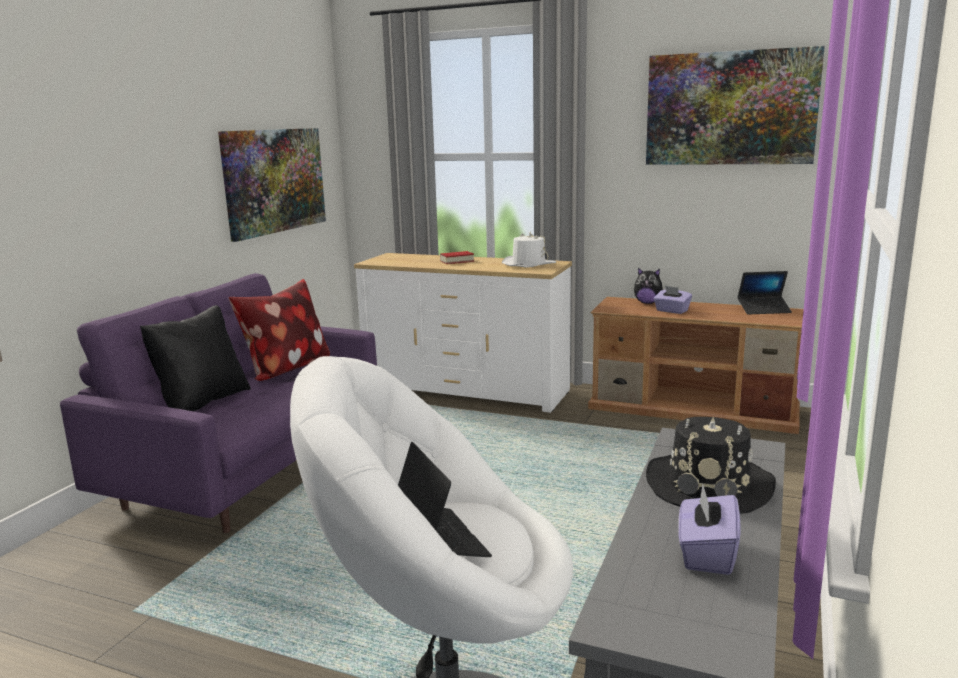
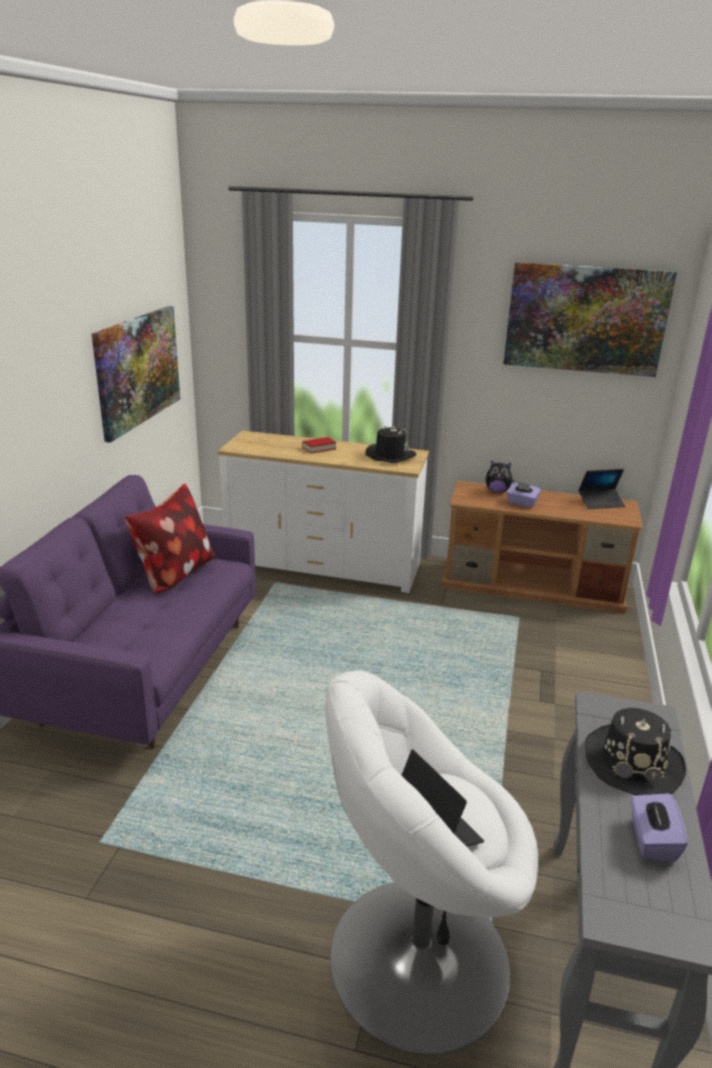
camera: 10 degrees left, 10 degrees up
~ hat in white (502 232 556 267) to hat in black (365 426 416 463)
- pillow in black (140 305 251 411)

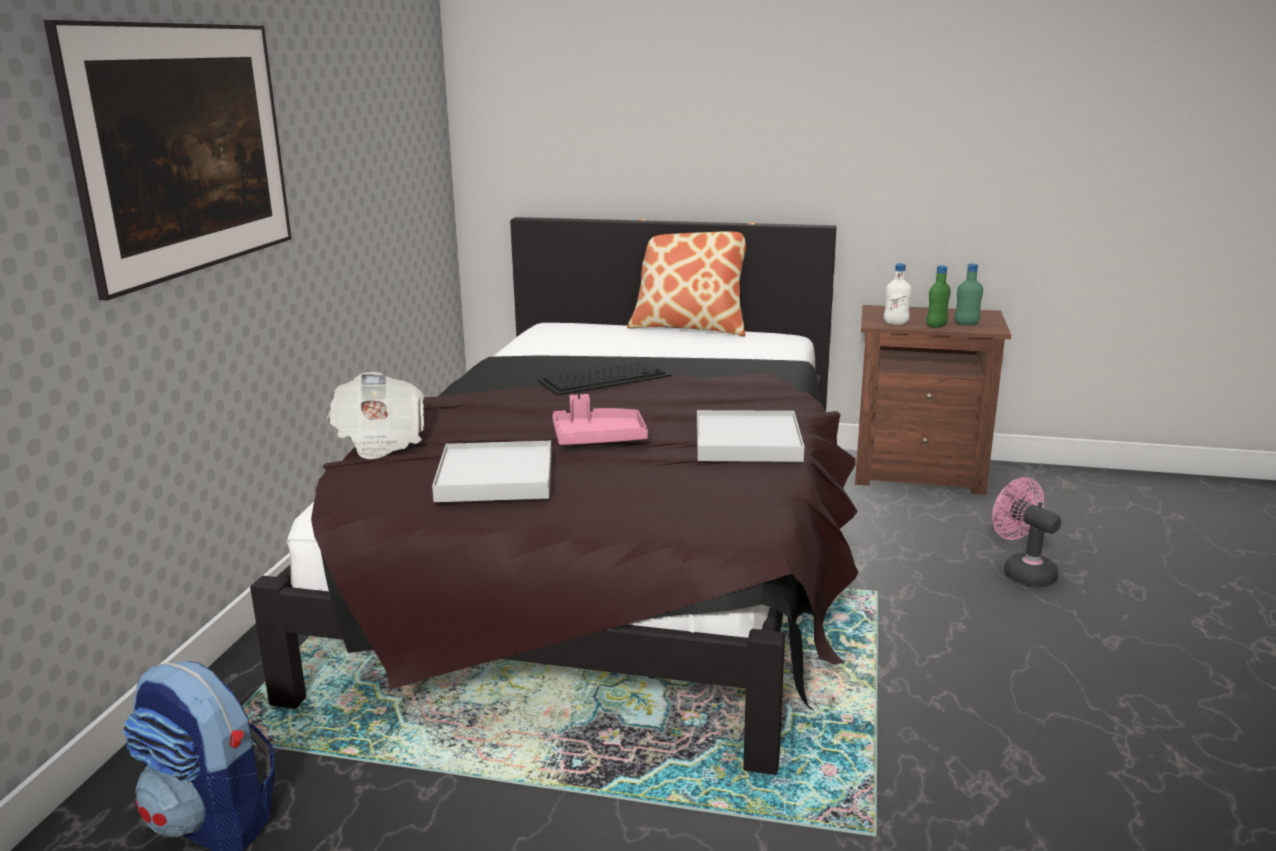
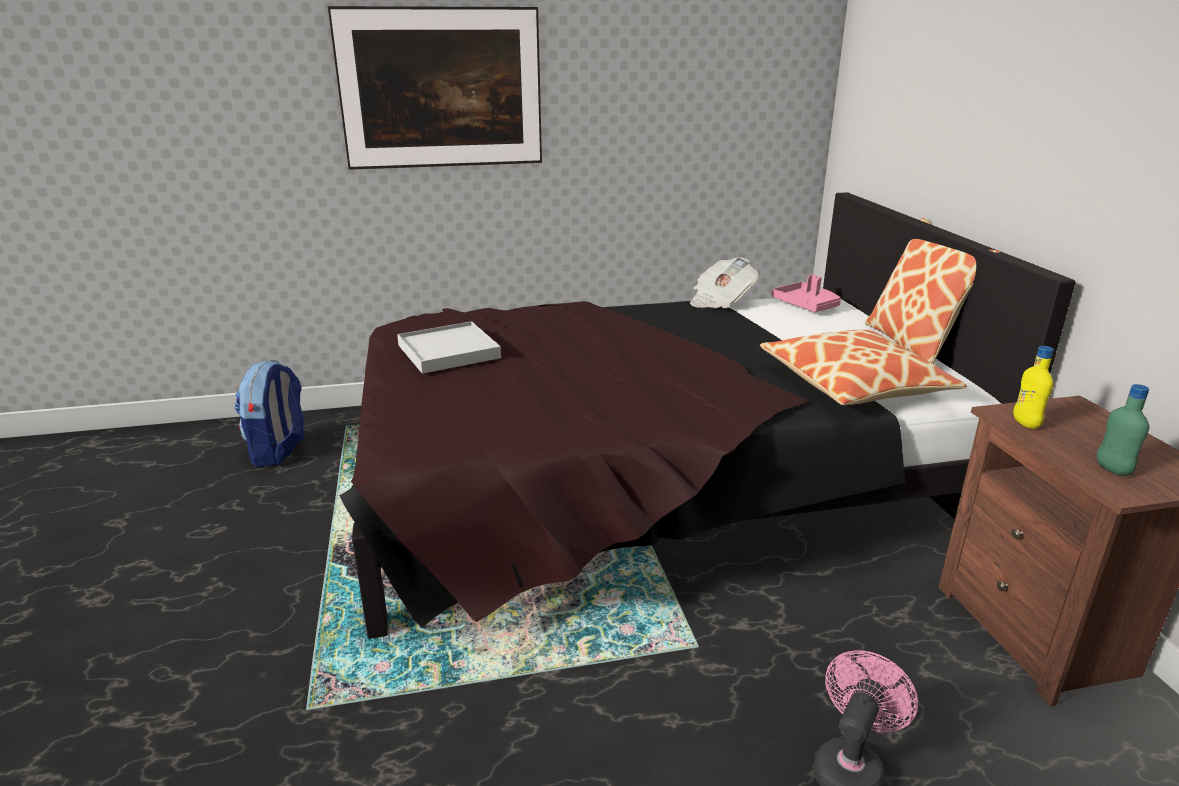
camera: 65 degrees right, 5 degrees up
~ newspaper (327 372 424 459) to (690 257 758 308)
+ pillow (760 329 967 405)
~ tray in pink (552 394 648 445) to (771 274 841 312)
~ bottle in white (884 263 912 325) to bottle in yellow (1013 346 1054 429)
- keyboard (537 361 672 395)
- tray in white (697 410 805 462)
- bottle in green (926 265 951 328)

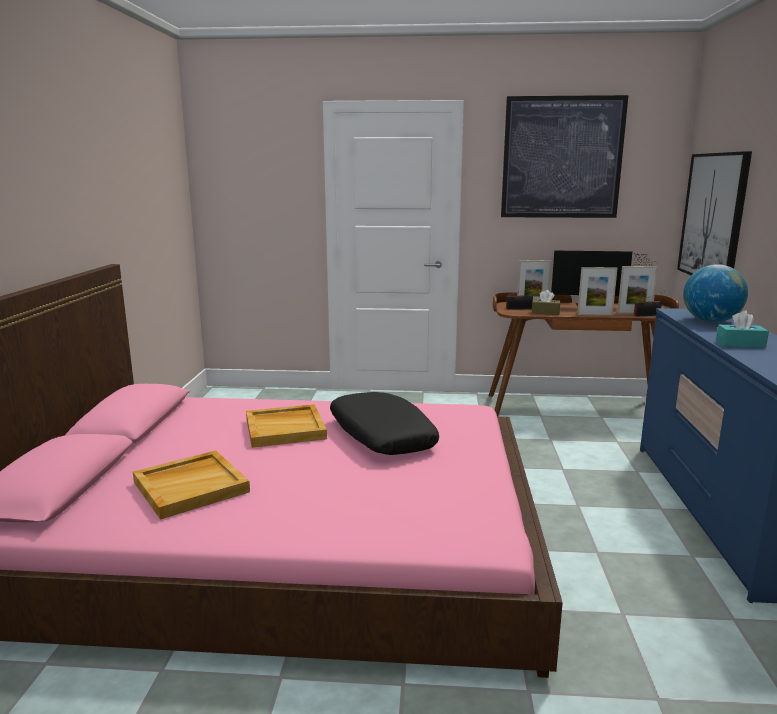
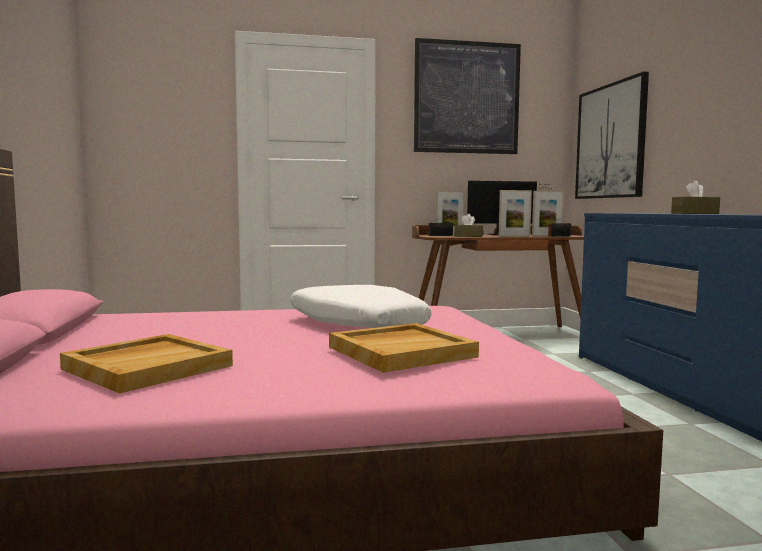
camera: 15 degrees left, 10 degrees down
~ pillow in black (330 392 439 455) to pillow in white (290 285 432 328)
~ tray in beige (246 404 327 448) to (329 323 479 373)
~ tissue box in turquoise (716 310 769 348) to tissue box in brown (671 181 720 214)
- globe (683 264 748 323)

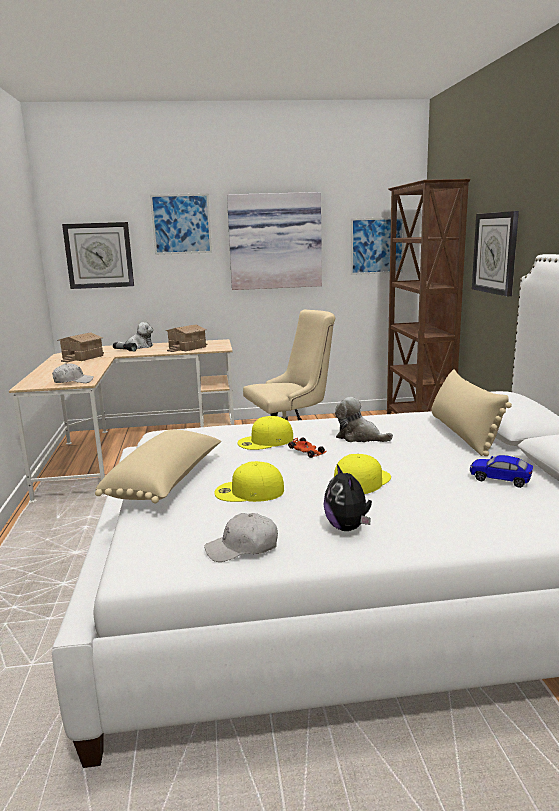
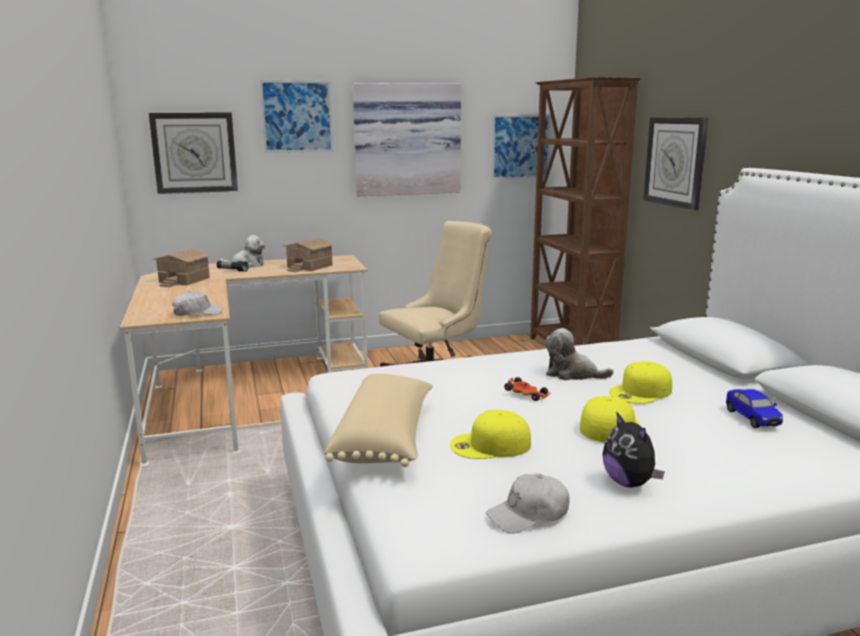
camera: 10 degrees left, 0 degrees up
~ cap in yellow (237 416 293 450) to (609 361 672 404)
~ toy car (470 455 533 488) = (726 389 783 428) 120 degrees counterclockwise
- pillow in beige (431 369 512 456)

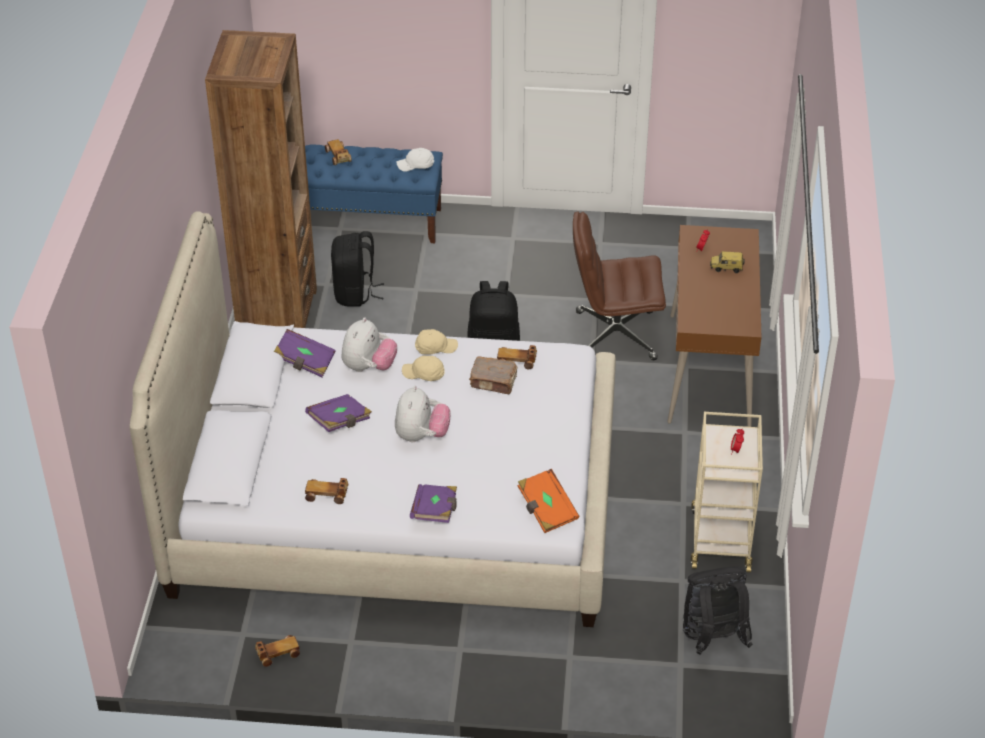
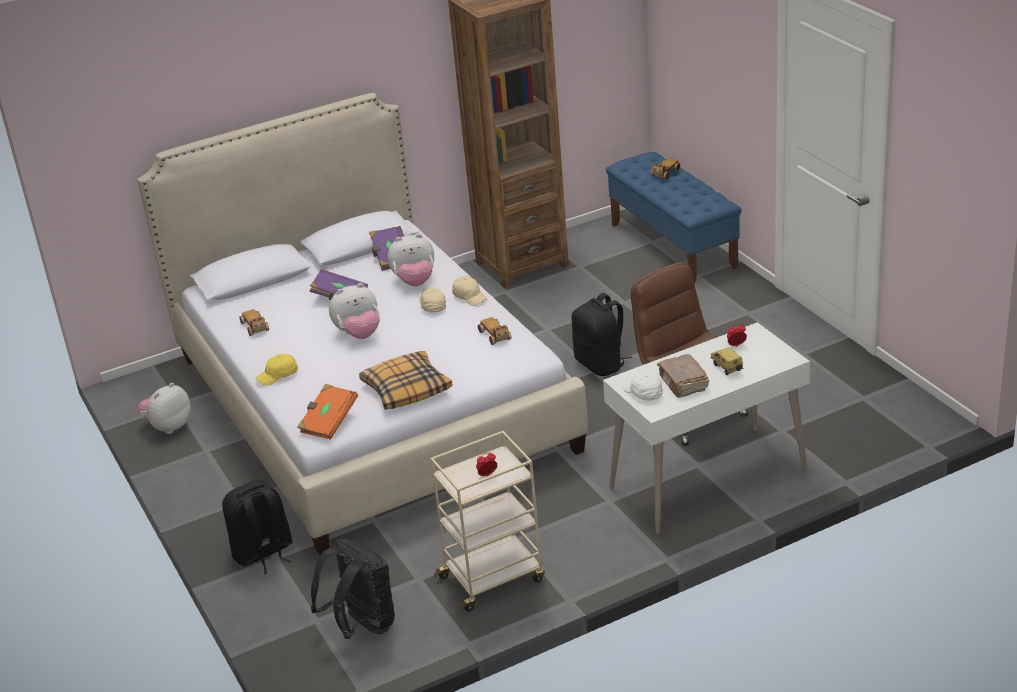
camera: 60 degrees right, 10 degrees down
~ toy car (255 635 300 667) to plush toy (137 382 191 434)
~ backpack in black (331 231 384 307) to (222 480 293 574)
~ book in purple (410 484 457 523) to cap in yellow (255 354 298 385)
+ pillow (359 351 452 410)
~ desk in brown (667 225 761 427) to desk in white (603 322 810 535)
~ cap in white (396 148 434 172) to (622 372 663 401)
~ book in brown (469 356 518 394) to (657 354 709 398)

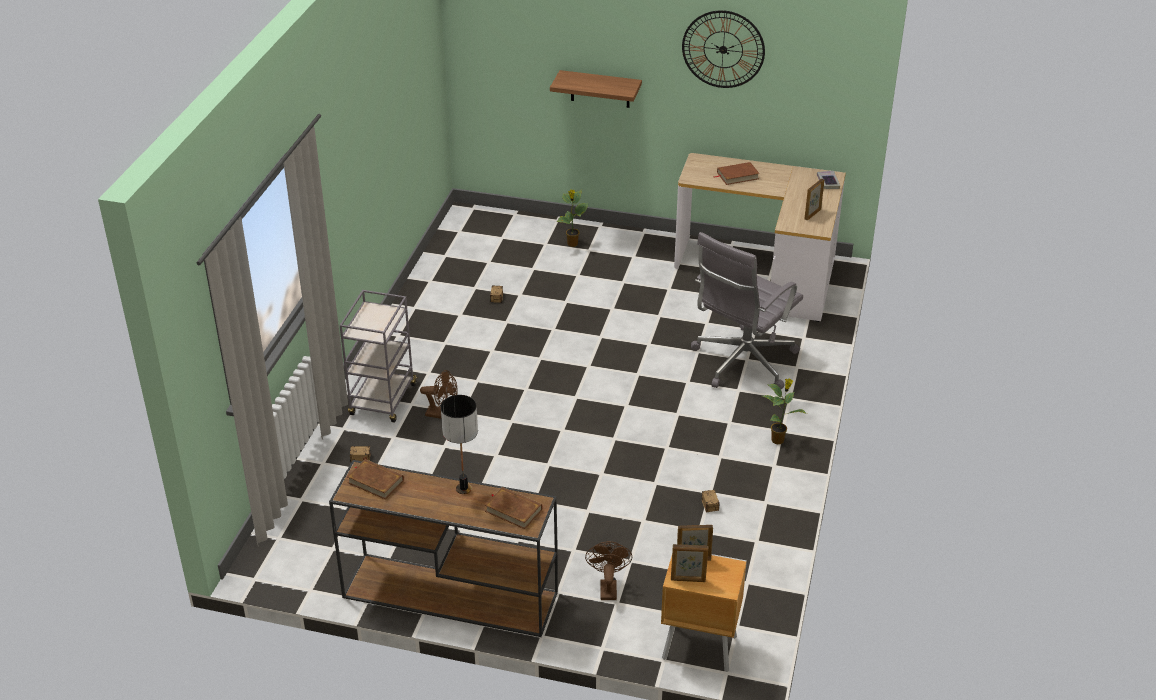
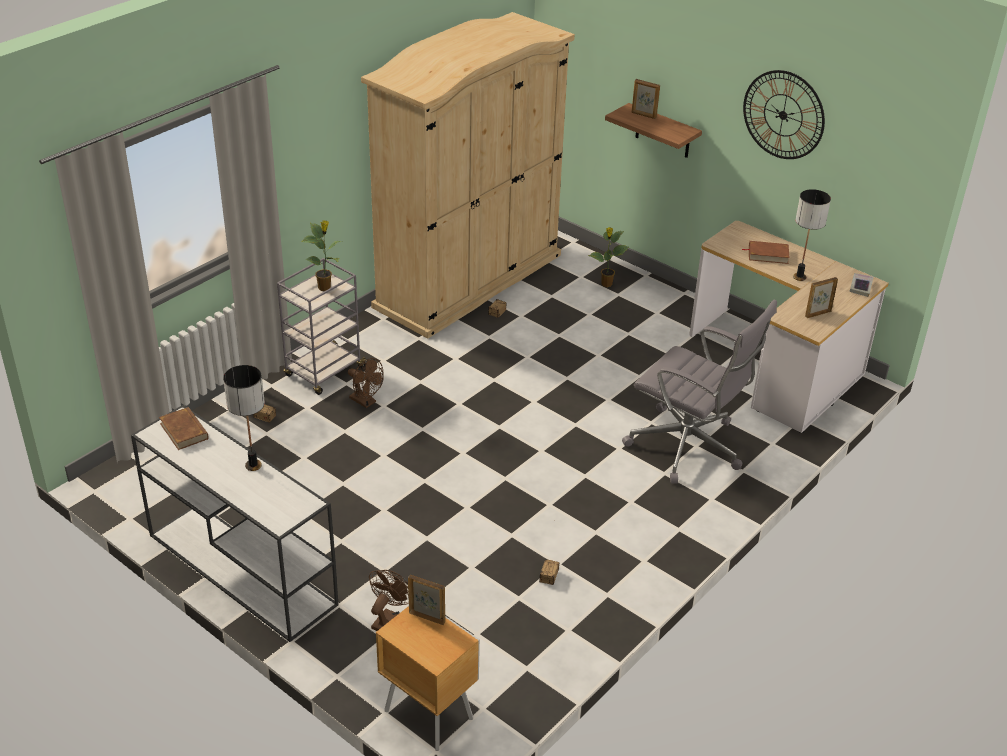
camera: 25 degrees right, 0 degrees up
~ console table in brown (329 460 558 637) to console table in white (131 405 338 642)
~ potted plant (762 378 807 445) to (302 220 341 291)
+ wardrobe in beige (361 12 575 339)
~ office chair in grey (691 232 803 389) = (622 300 777 484) 120 degrees counterclockwise
~ picture frame (671 544 708 582) to (632 79 660 119)
+ table lamp (793 189 831 281)
- book in brown (485 487 542 529)

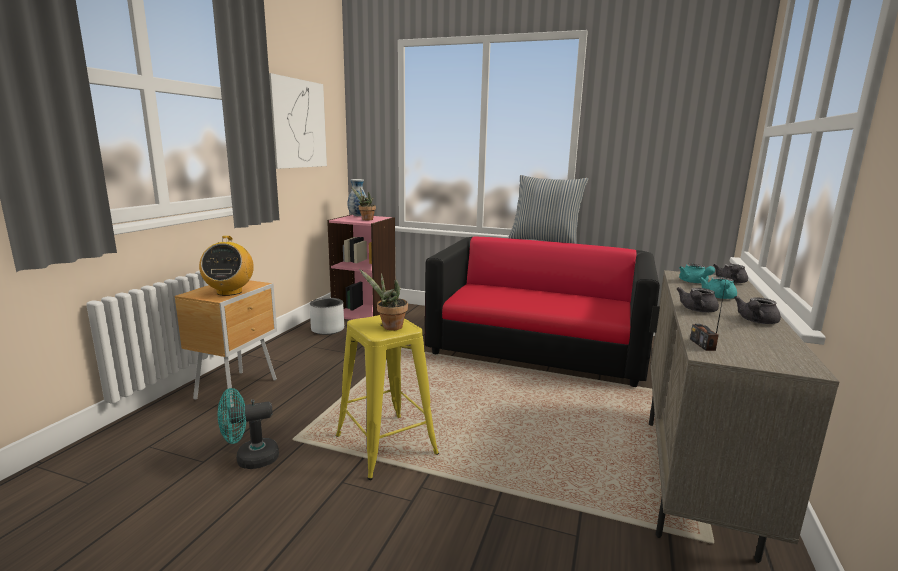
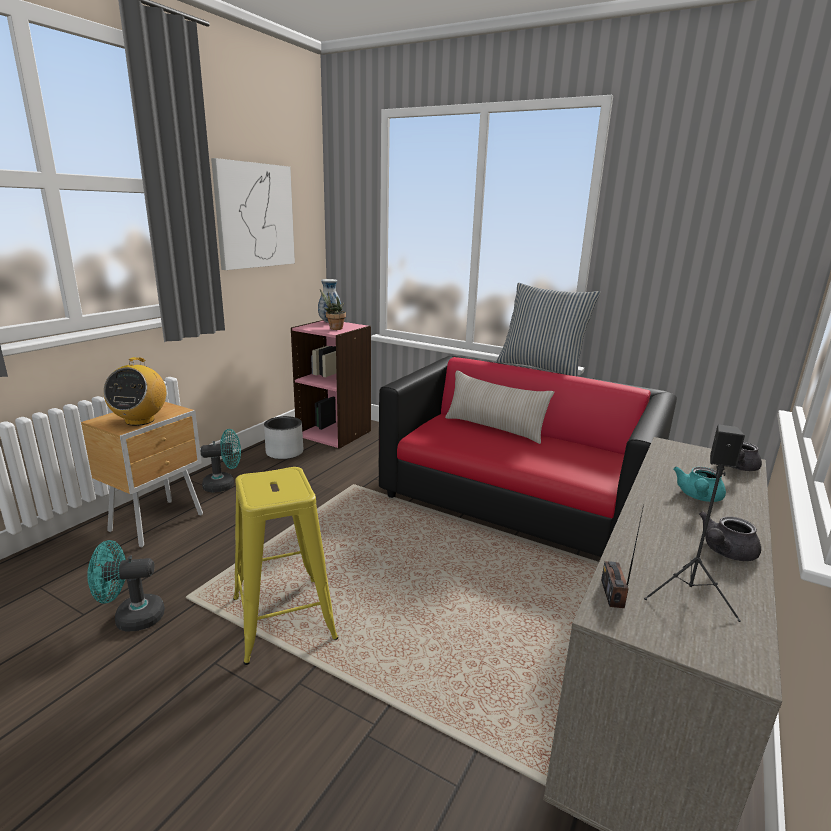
camera: 10 degrees right, 5 degrees up
+ fan in turquoise (200 429 241 492)
+ pillow in beige (445 370 554 444)
+ speaker in black (644 424 745 622)
- potted plant (359 269 408 330)
- teapot in grey (677 287 719 313)
- teapot in turquoise (679 264 715 283)

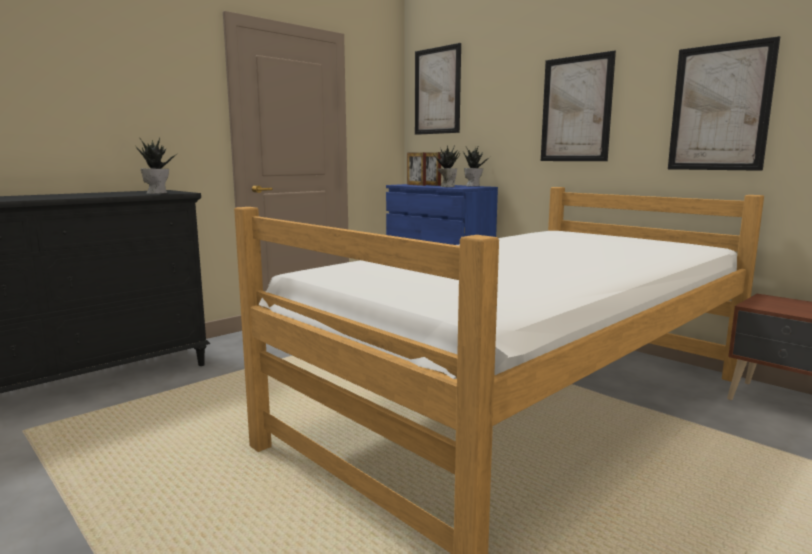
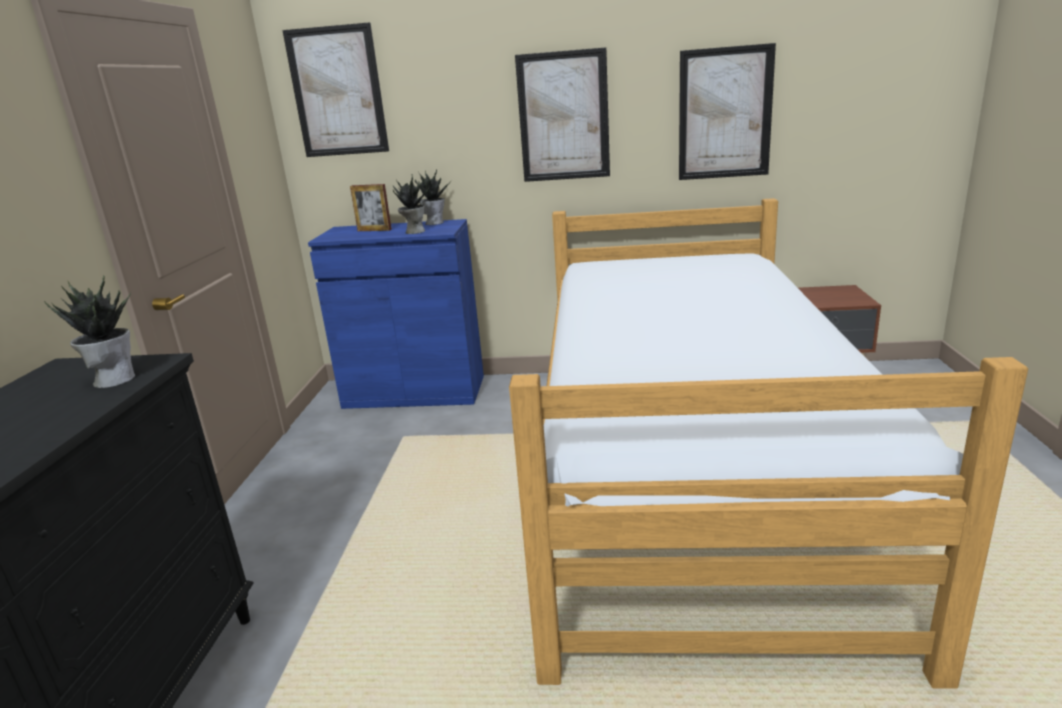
camera: 40 degrees left, 10 degrees up
- picture frame (407 152 426 186)

